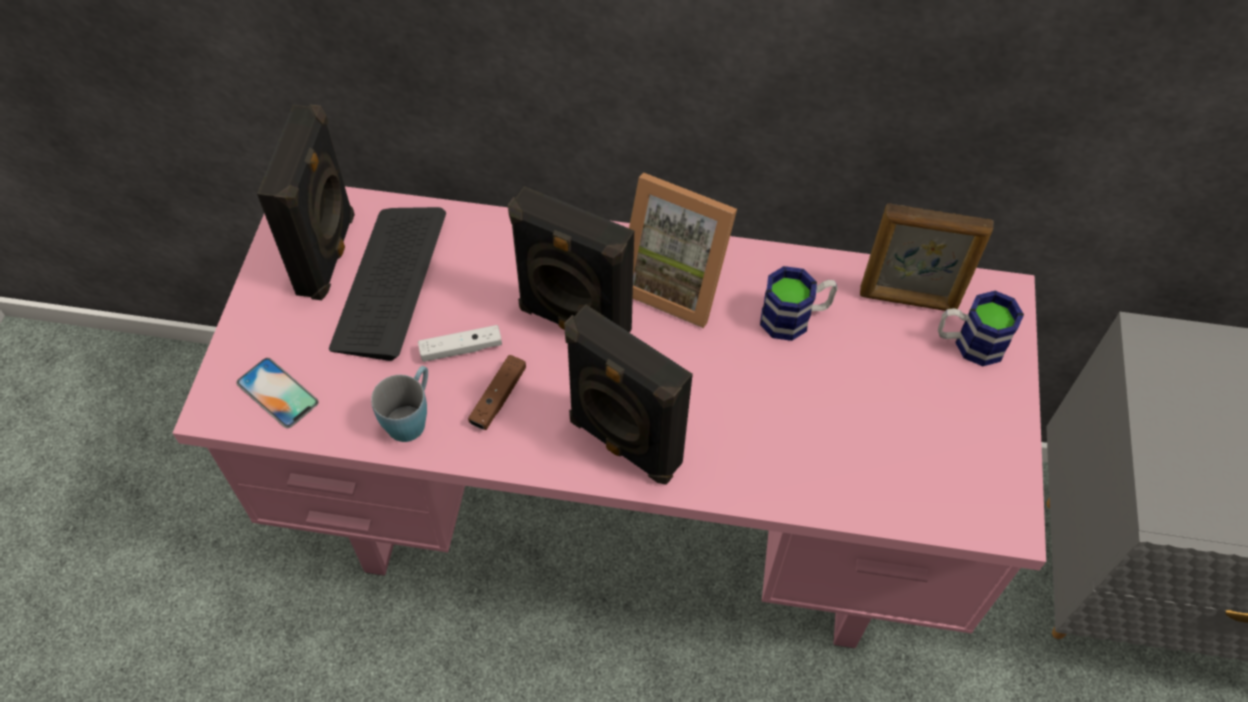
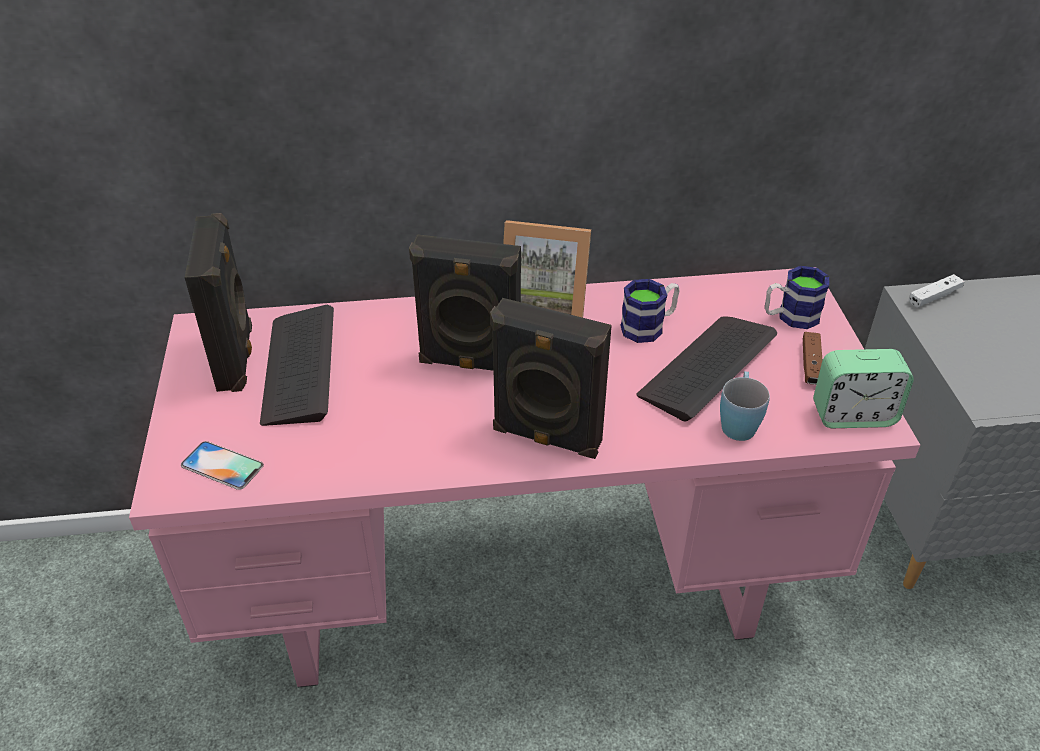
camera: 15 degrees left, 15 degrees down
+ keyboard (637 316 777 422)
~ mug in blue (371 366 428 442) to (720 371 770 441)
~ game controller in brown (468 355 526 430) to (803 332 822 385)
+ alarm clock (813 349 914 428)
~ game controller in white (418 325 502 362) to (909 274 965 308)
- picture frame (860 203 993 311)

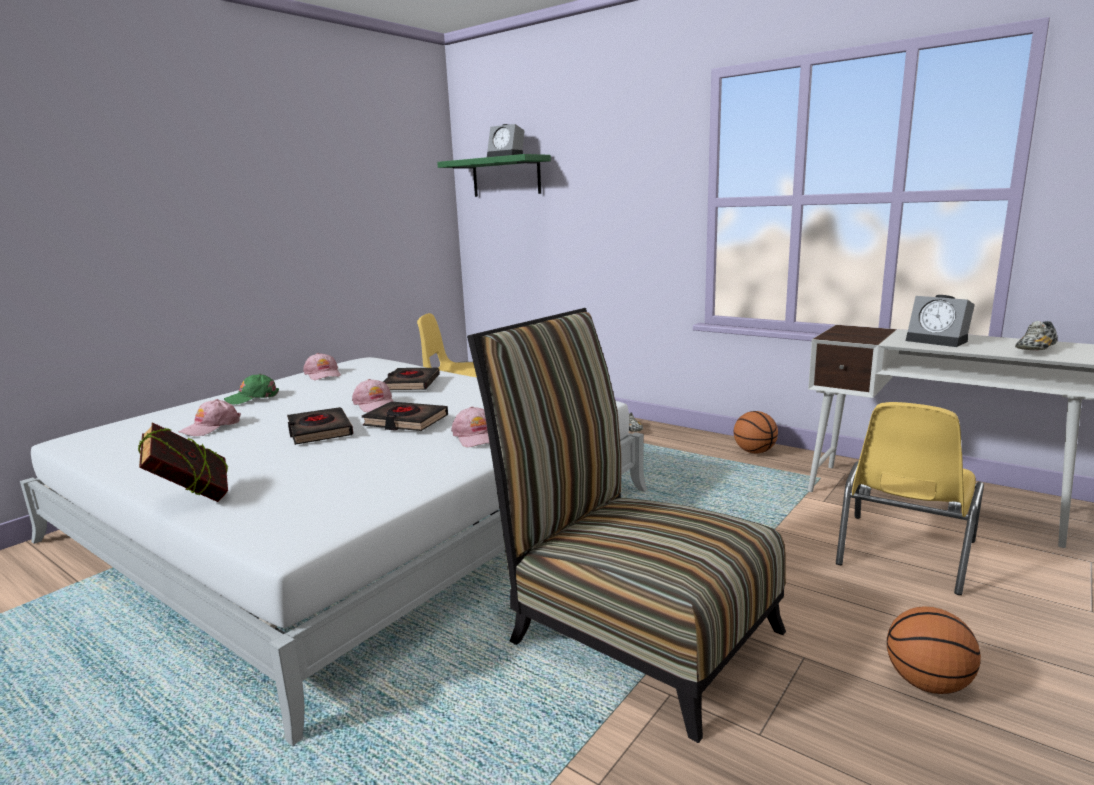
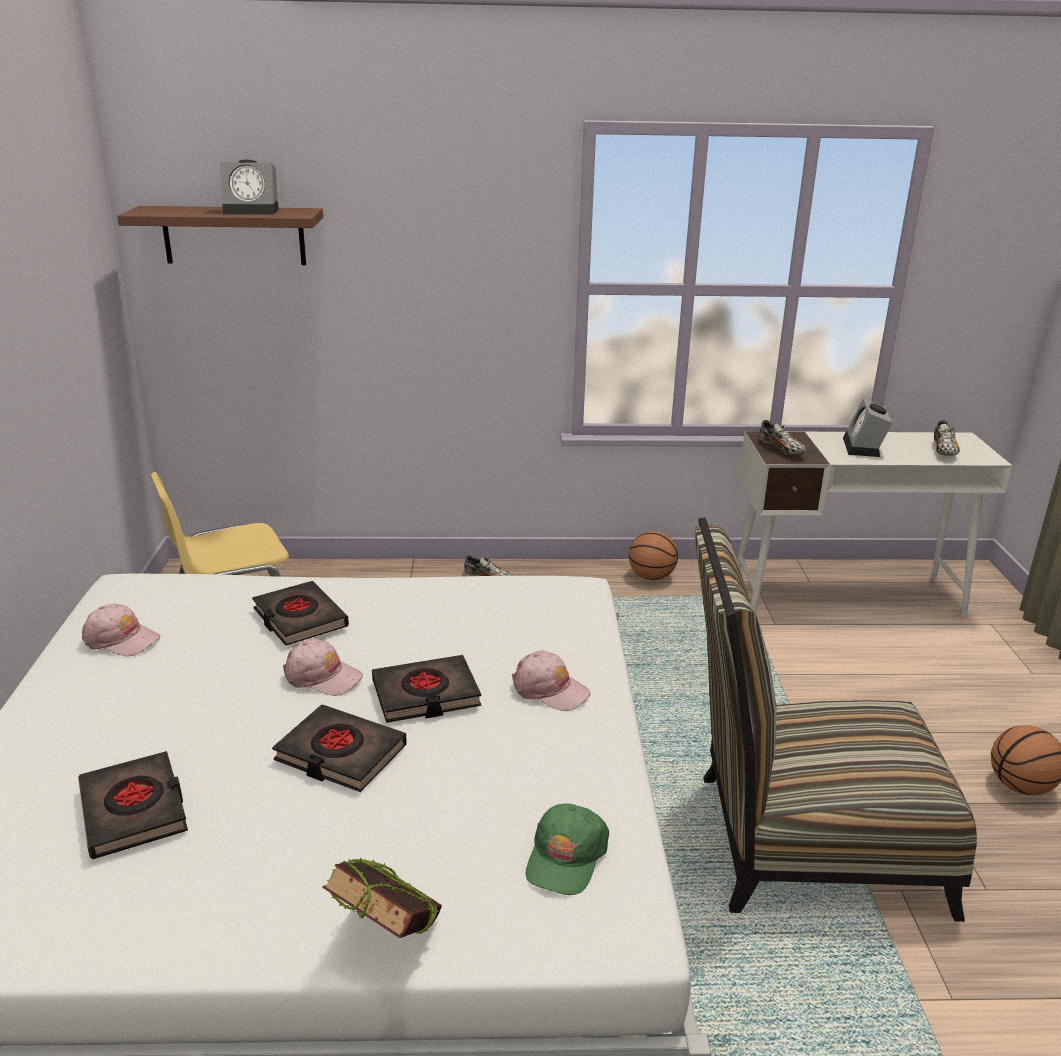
camera: 40 degrees left, 10 degrees up
~ cap in pink (179 399 241 437) to book in black (78 751 188 859)
~ shelf in green (437 154 551 197) to shelf in brown (117 206 323 265)
~ cap in green (224 374 279 404) to (526 803 609 895)
+ shoe (759 420 806 455)
~ alarm clock (906 295 975 347) = (843 399 892 457) 90 degrees clockwise
- chair in yellow (836 402 984 595)

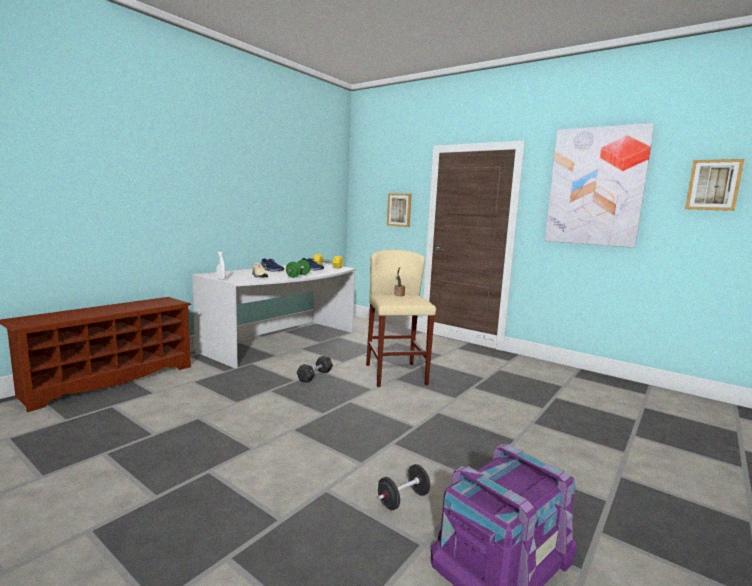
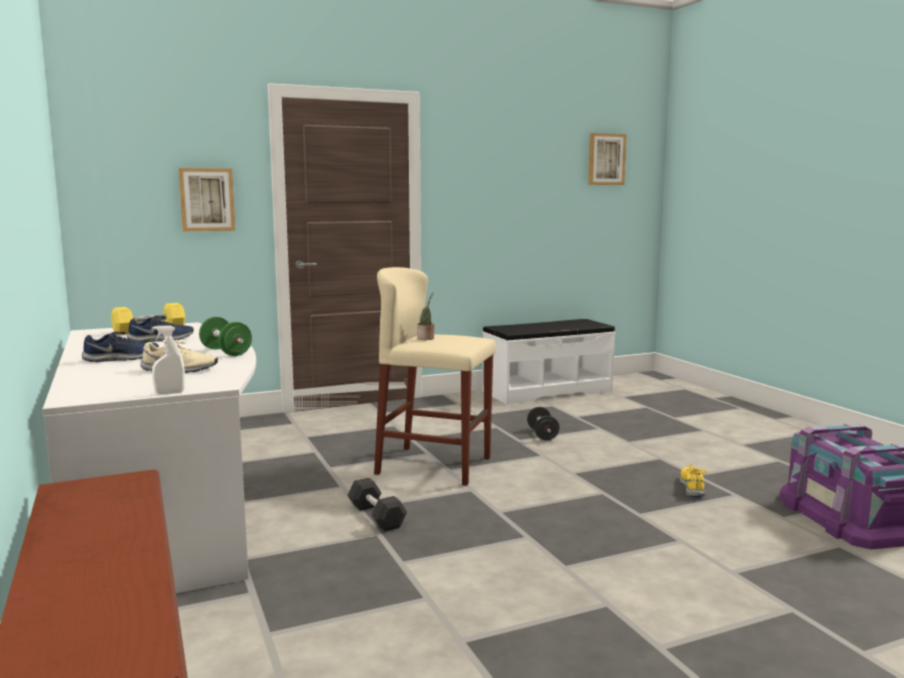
camera: 60 degrees left, 0 degrees up
+ bench in white (482 319 615 405)
~ dumbbell in black (378 464 430 510) to (527 407 559 440)
+ shoe in yellow (679 464 707 497)
- picture (544 123 655 248)

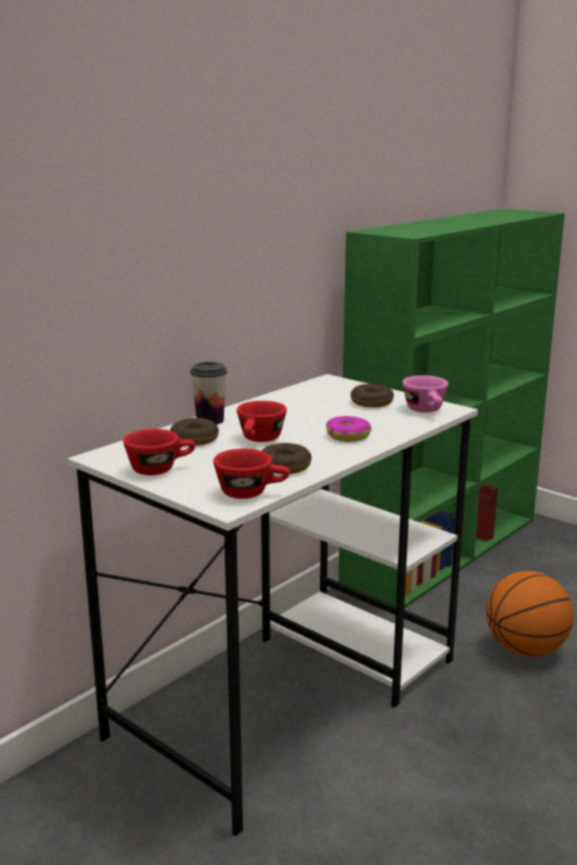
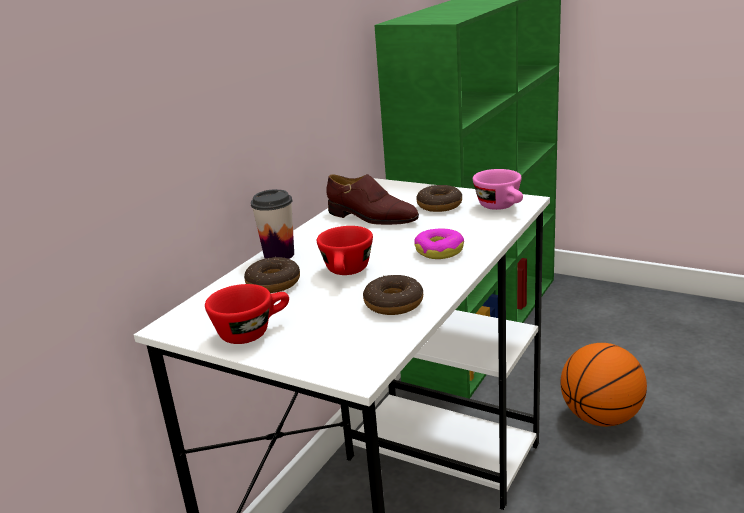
camera: 10 degrees left, 5 degrees up
+ shoe in brown (326 174 419 225)
- cup in red (213 449 290 499)

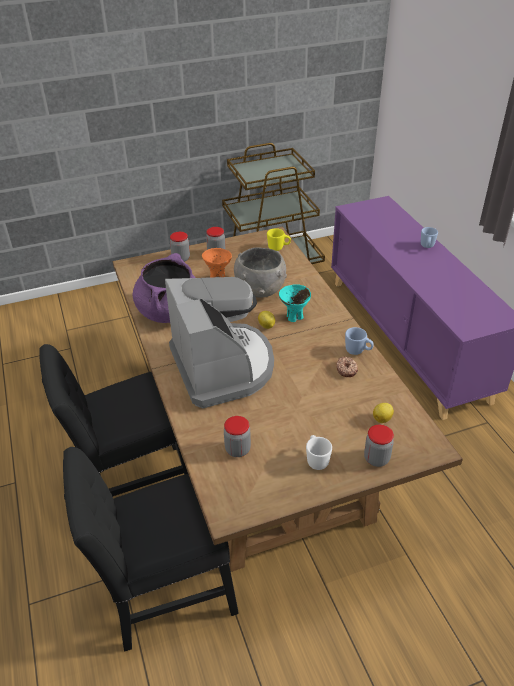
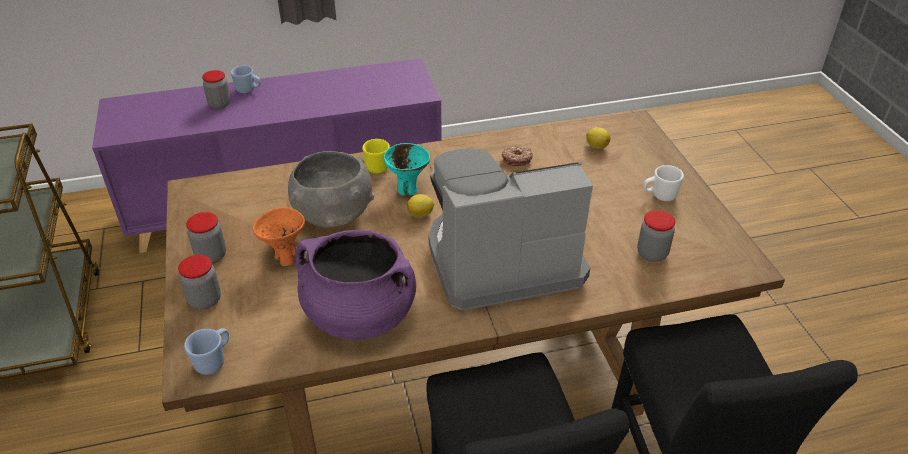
camera: 85 degrees left, 0 degrees up
~ mug in blue (345 327 374 355) to (184 328 229 375)
~ jar (364 424 394 467) to (202 70 231 109)
~ mug in yellow (267 228 291 251) to (362 139 390 173)

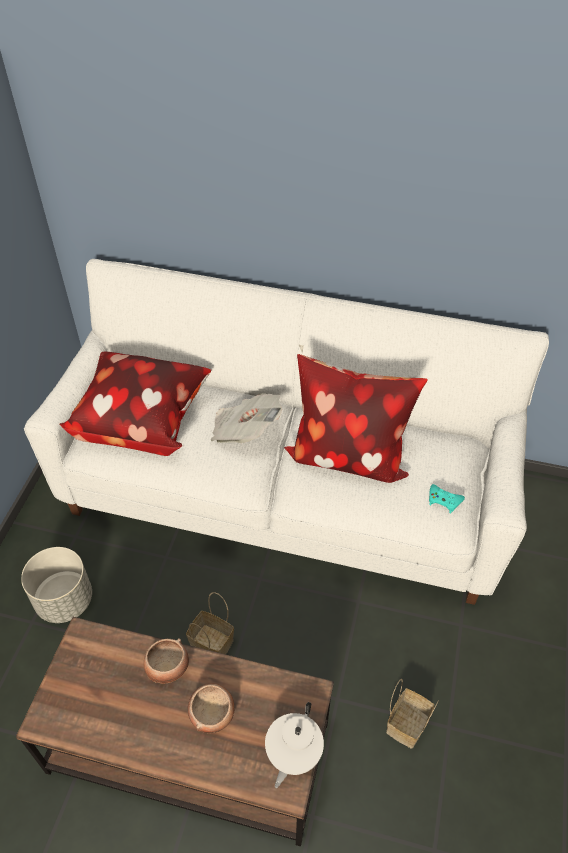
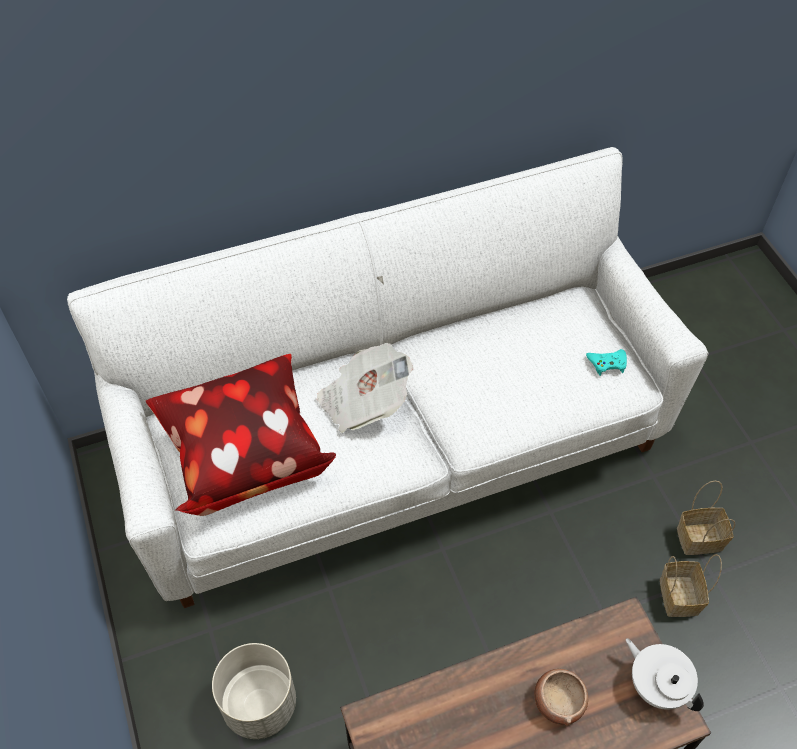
camera: 35 degrees left, 5 degrees up
~ teapot in white (265 702 324 788) = (626 638 704 711) 150 degrees clockwise
~ basket (186 592 234 654) to (677 481 736 555)
- bowl (144 638 189 684)
- pillow (284 354 427 483)

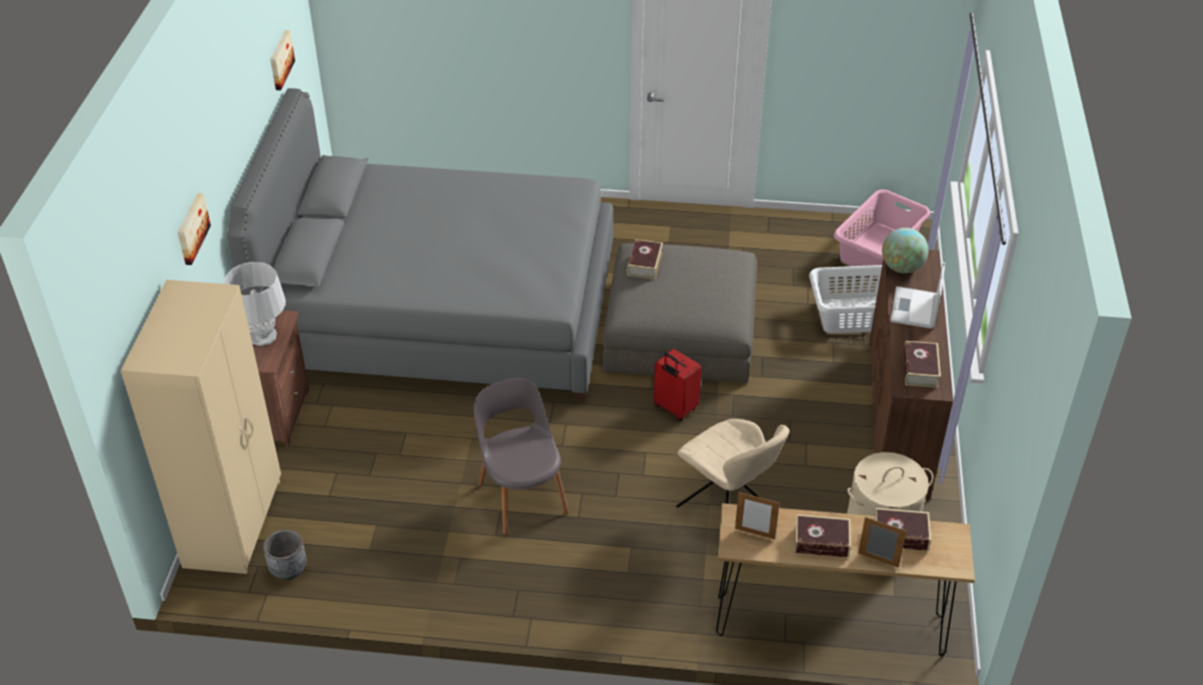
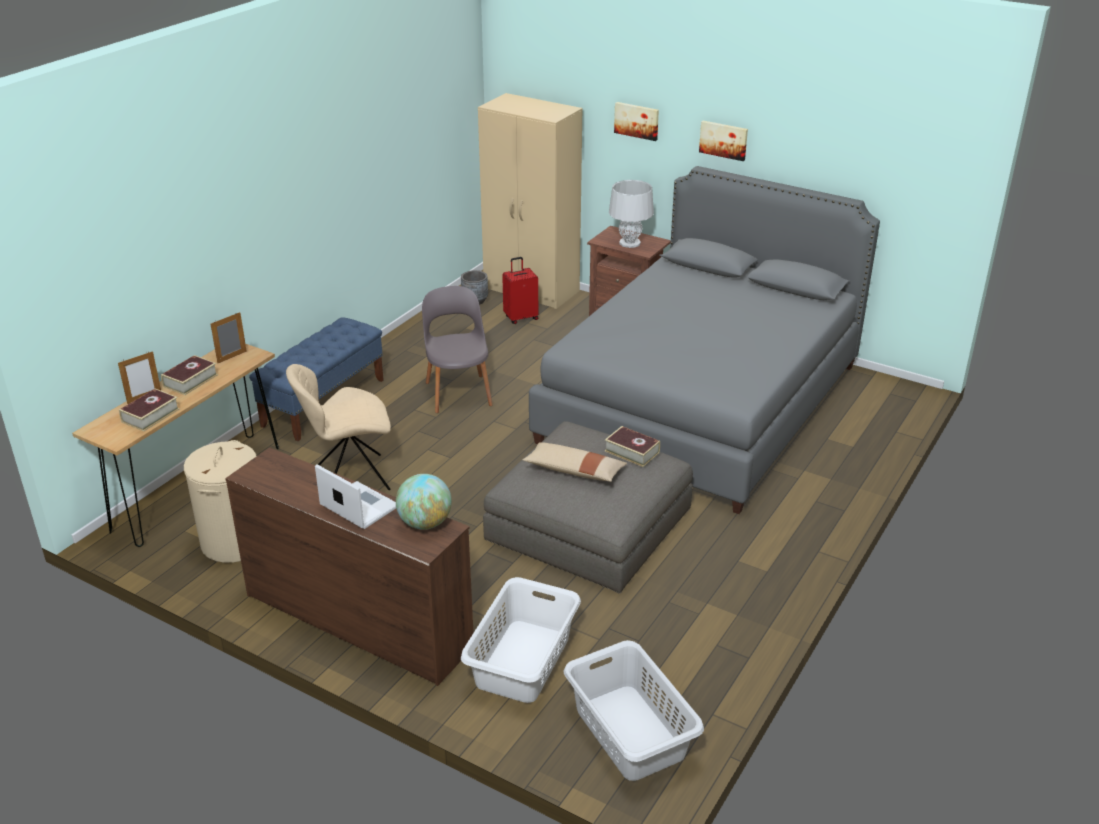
camera: 115 degrees right, 10 degrees down
+ bench in blue (249 317 384 441)
~ chair in grey (474 378 569 535) = (422 286 493 413) 105 degrees counterclockwise
~ suitcase in red (654 349 702 421) to (502 257 538 324)
+ pillow in beige (523 442 627 482)
~ laundry basket in pink (834 190 930 277) to laundry basket in grey (564 640 704 781)
~ picture (270 30 295 90) to (699 121 748 161)
- book (903 341 941 388)

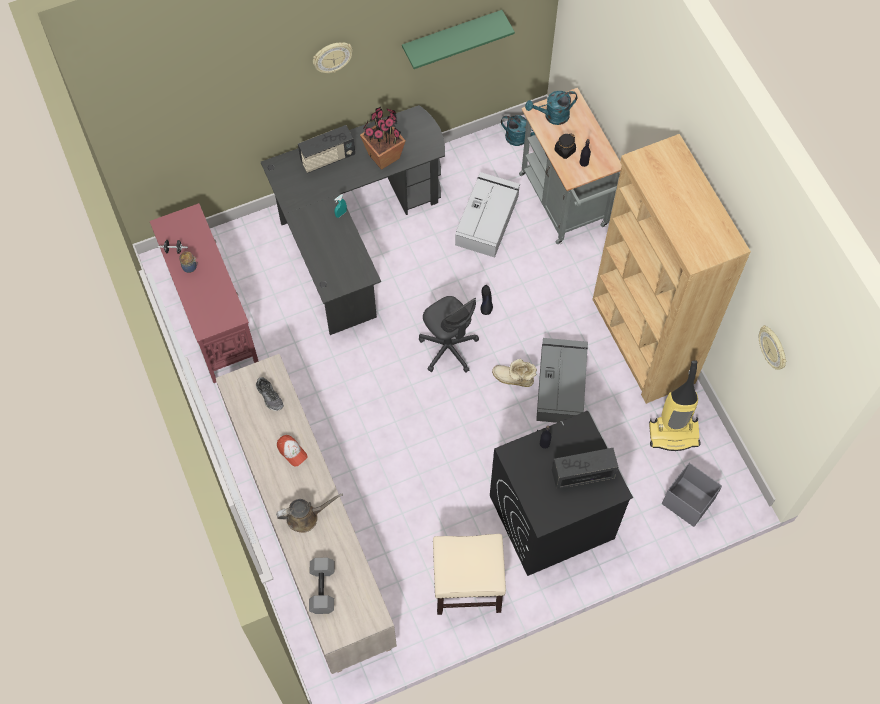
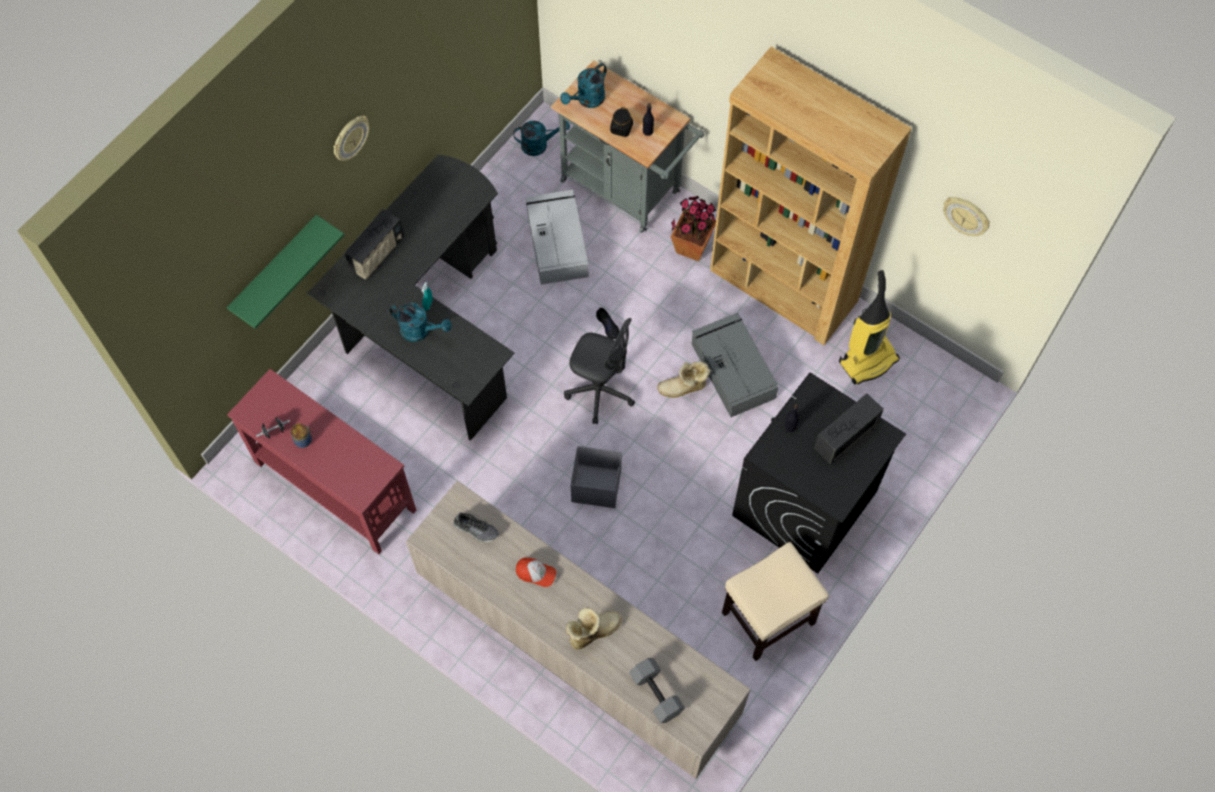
camera: 30 degrees left, 0 degrees up
~ shelf in green (402 10 515 69) to (227 215 344 329)
+ watering can in turquoise (390 303 451 342)
~ watering can in brown (276 493 343 533) to boot (566 608 622 649)
~ storage box in grey (662 463 722 527) to (570 446 622 508)
~ potted plant (360 106 406 170) to (671 196 717 261)

